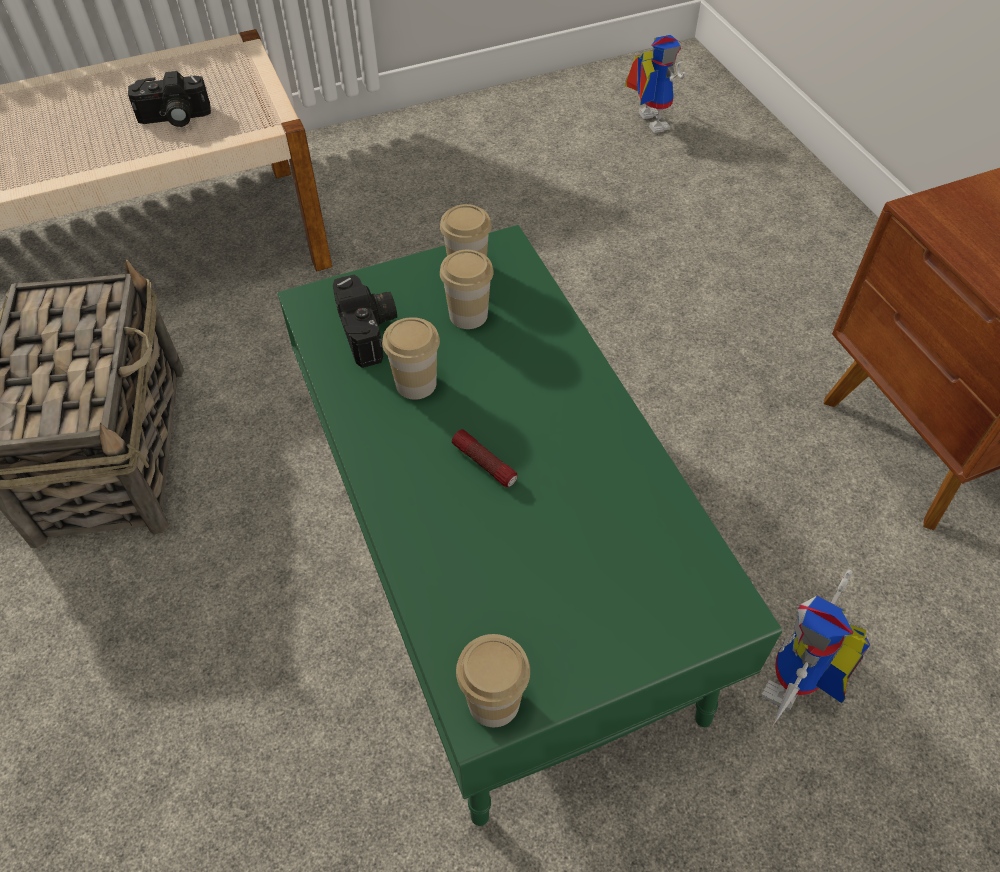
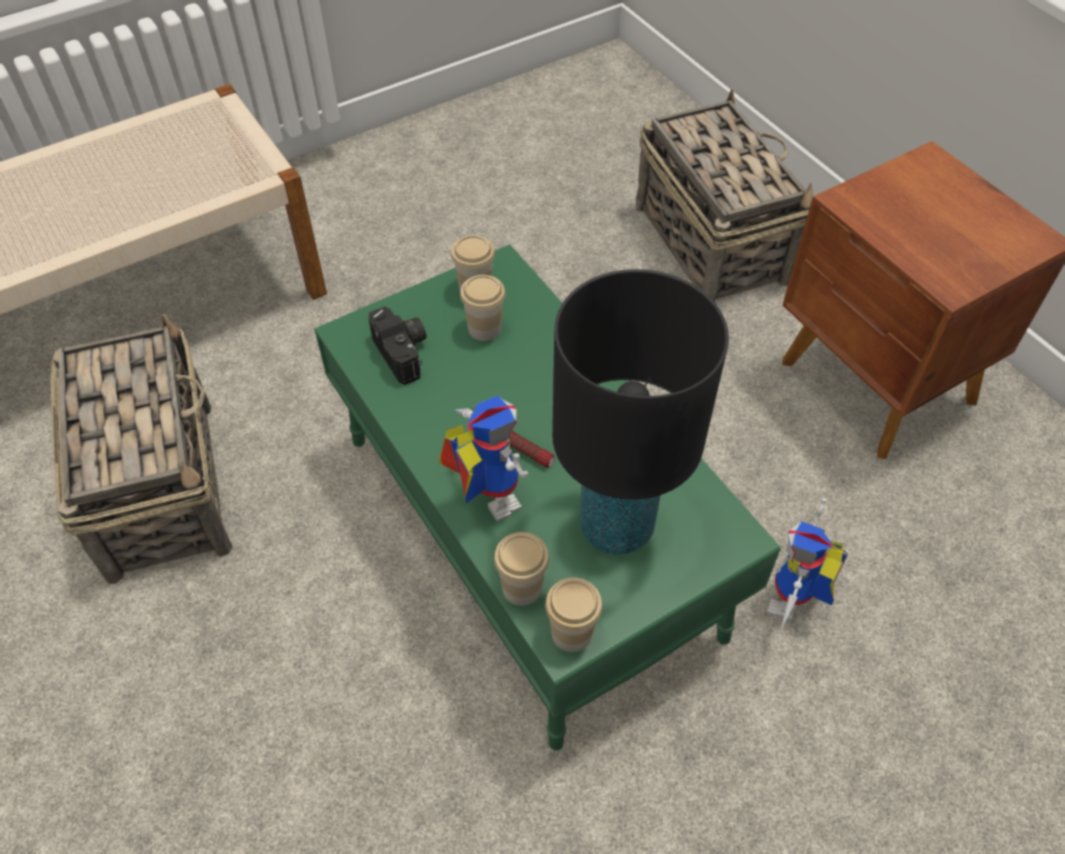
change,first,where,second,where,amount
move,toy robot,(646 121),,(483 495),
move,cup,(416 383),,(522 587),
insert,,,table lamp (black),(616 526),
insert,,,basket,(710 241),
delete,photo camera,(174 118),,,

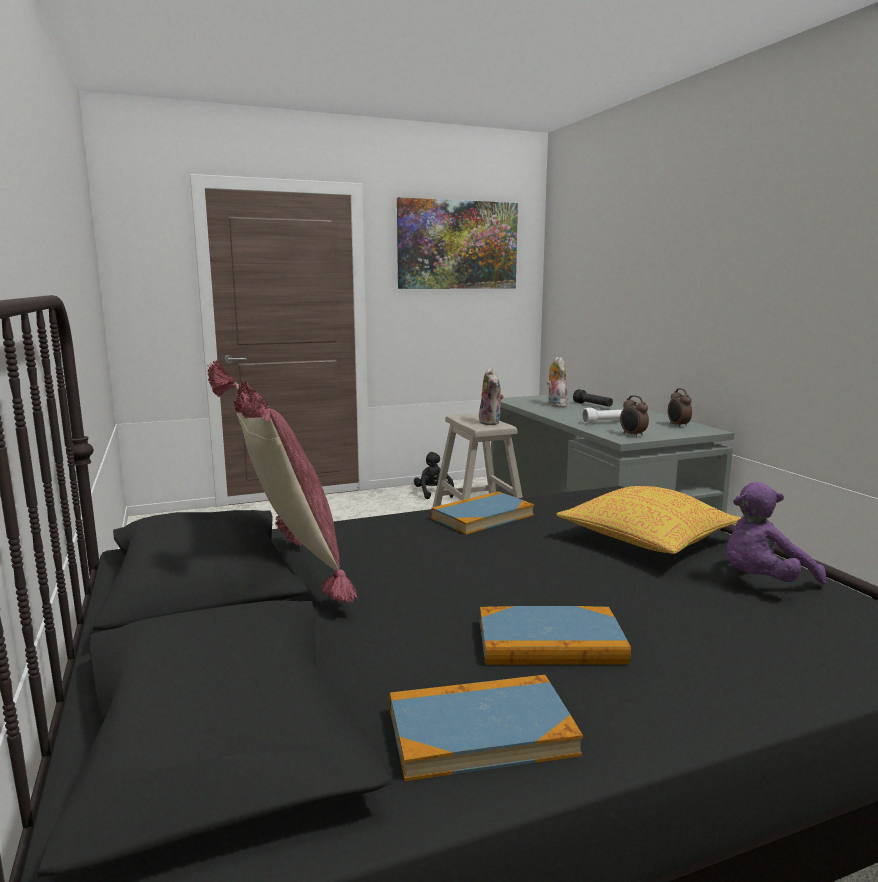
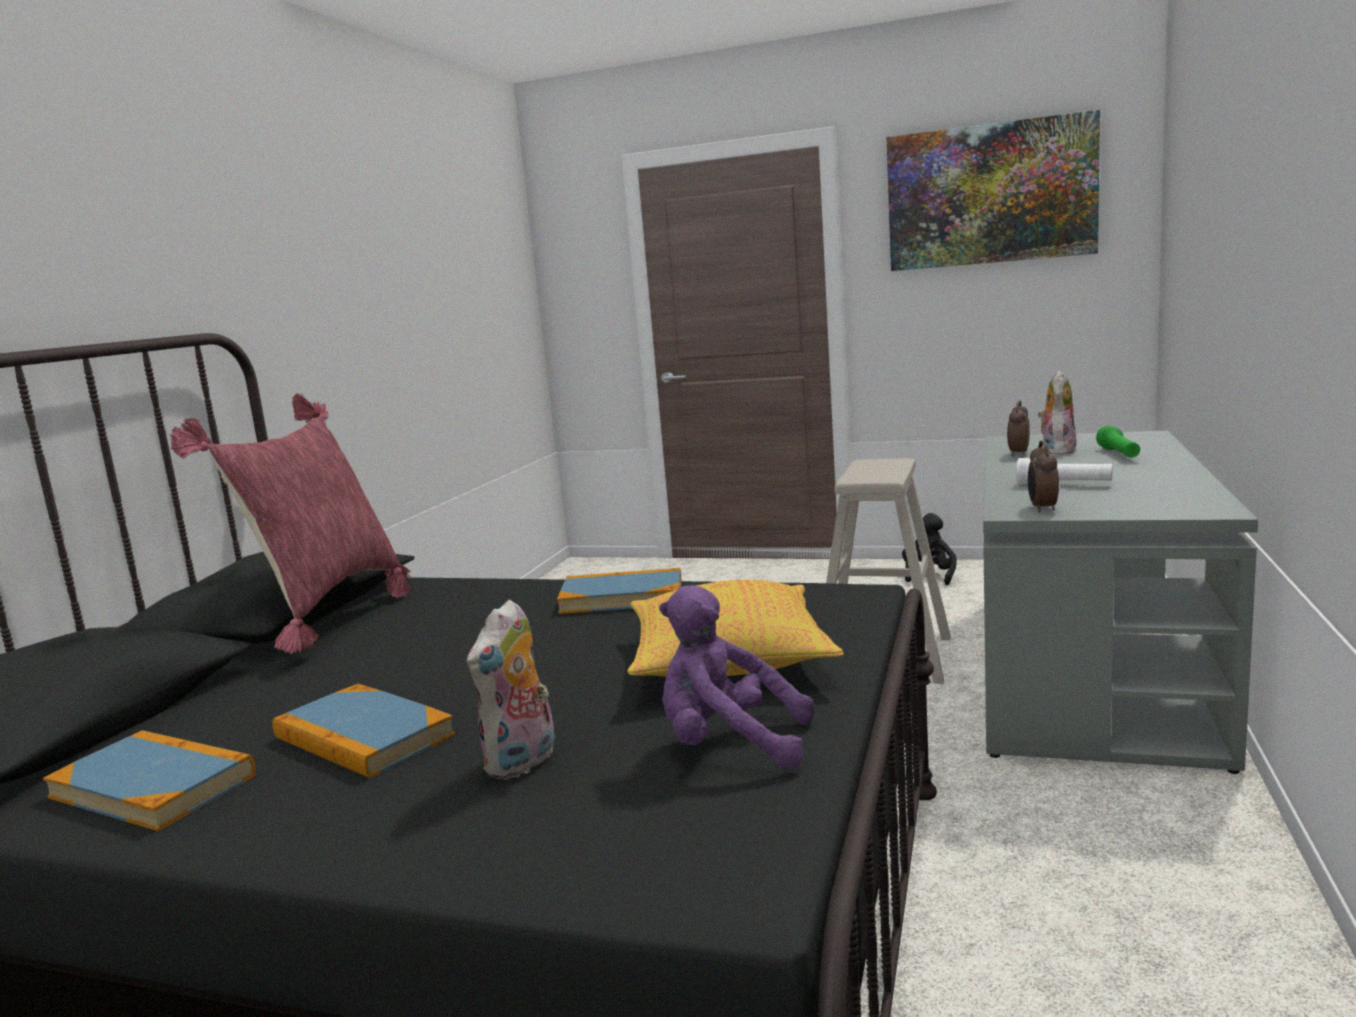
change,first,where,second,where,amount
move,plush toy,(491 422),,(523 763),
move,alarm clock,(677 426),,(1018 454),
recolor,flashlight (black),(593 405),flashlight (green),(1119 454),

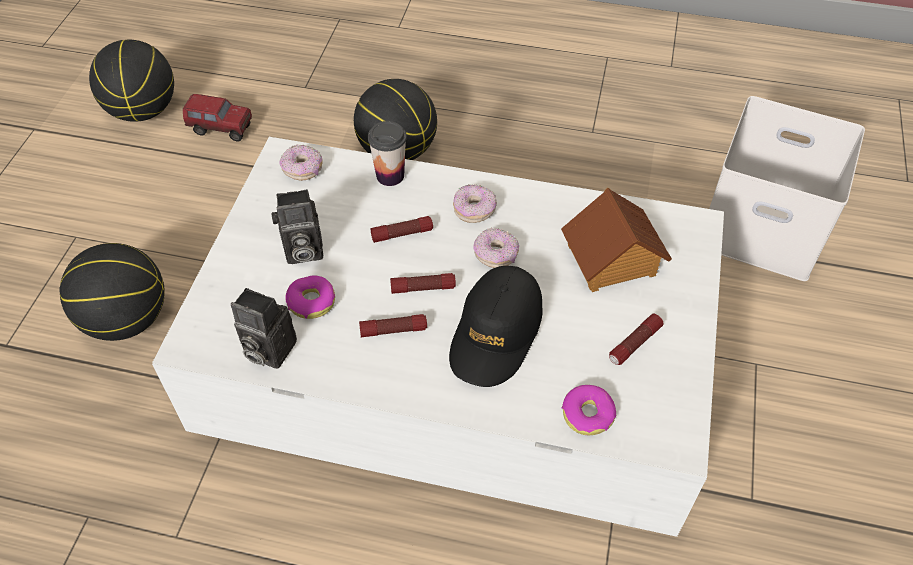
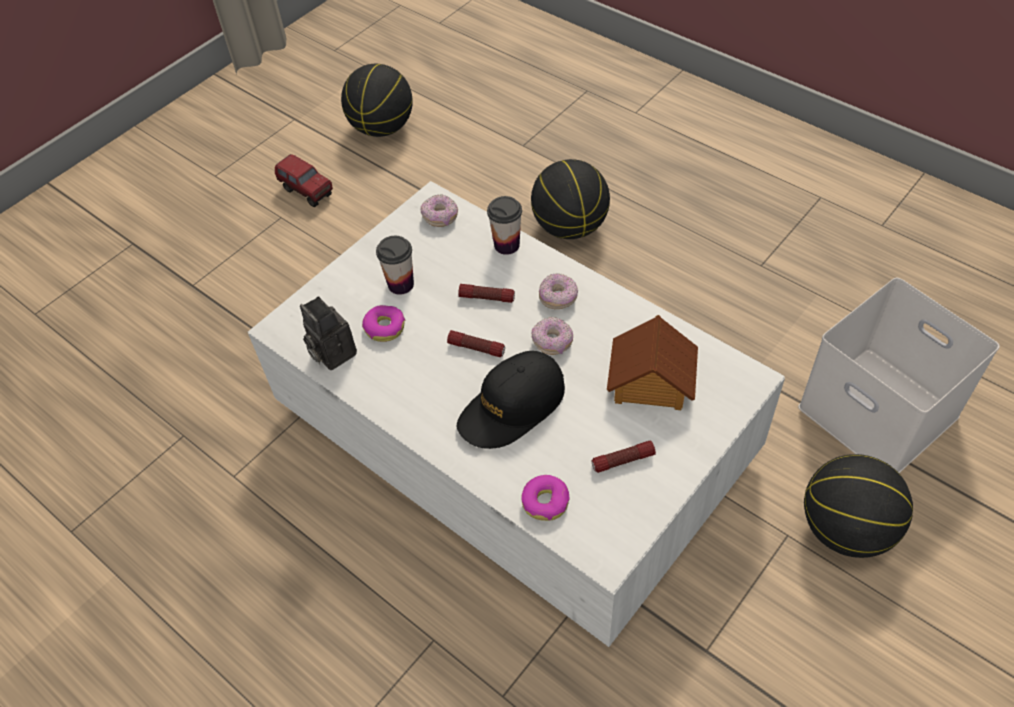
change,first,where,second,where,amount
move,toy truck,(221 129),,(307 192),
replace,photo camera,(301 251),cup,(401 284),
move,basketball,(127 320),,(845 529),
delete,flashlight,(393 330),,,

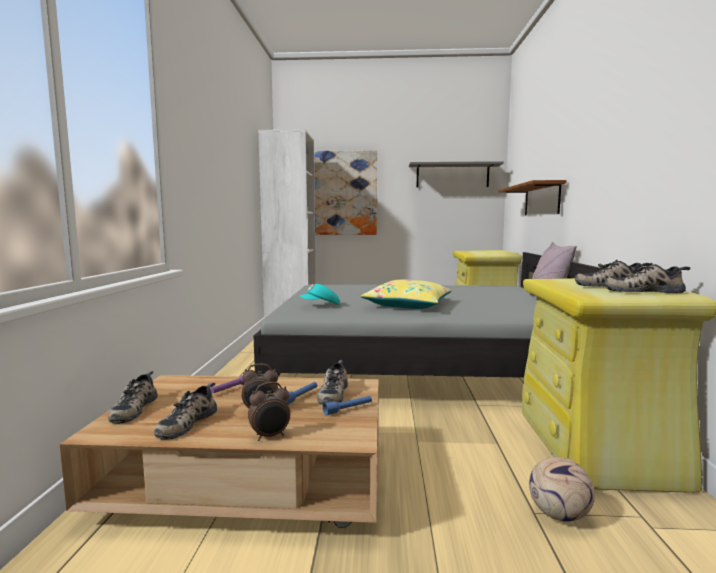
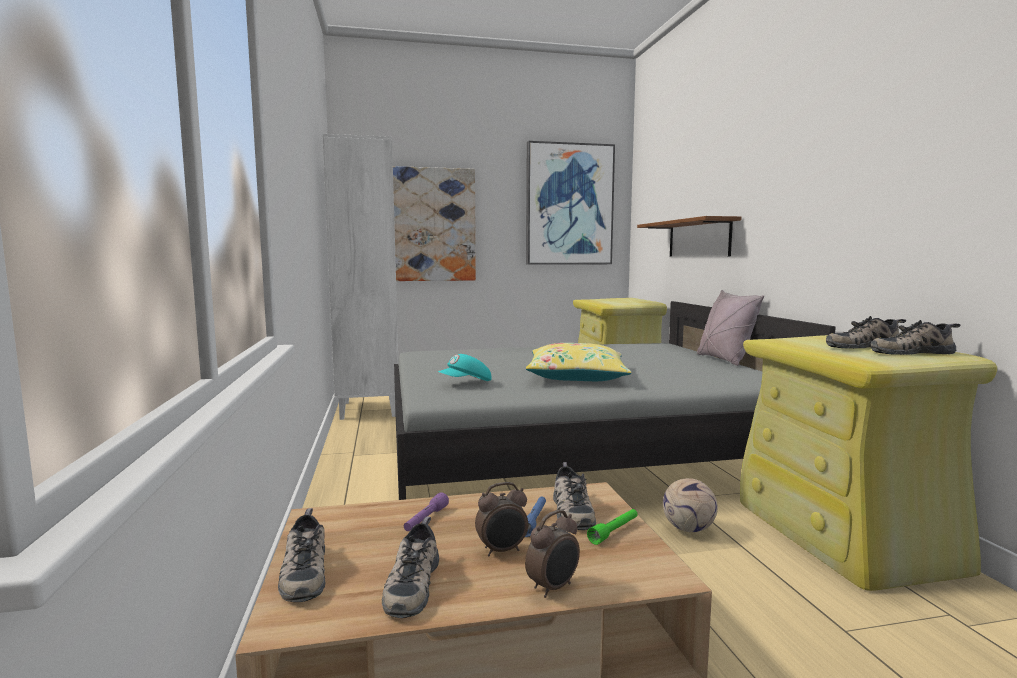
change,first,where,second,where,amount
replace,shelf (grey),(452 176),picture,(569 205),
recolor,flashlight (blue),(348 409),flashlight (green),(614 532),
move,football,(557 514),,(687 529),

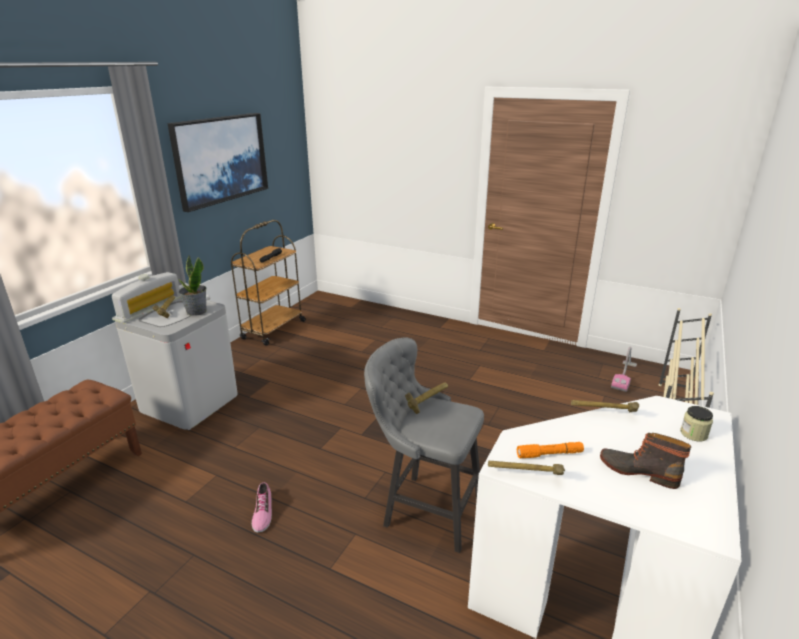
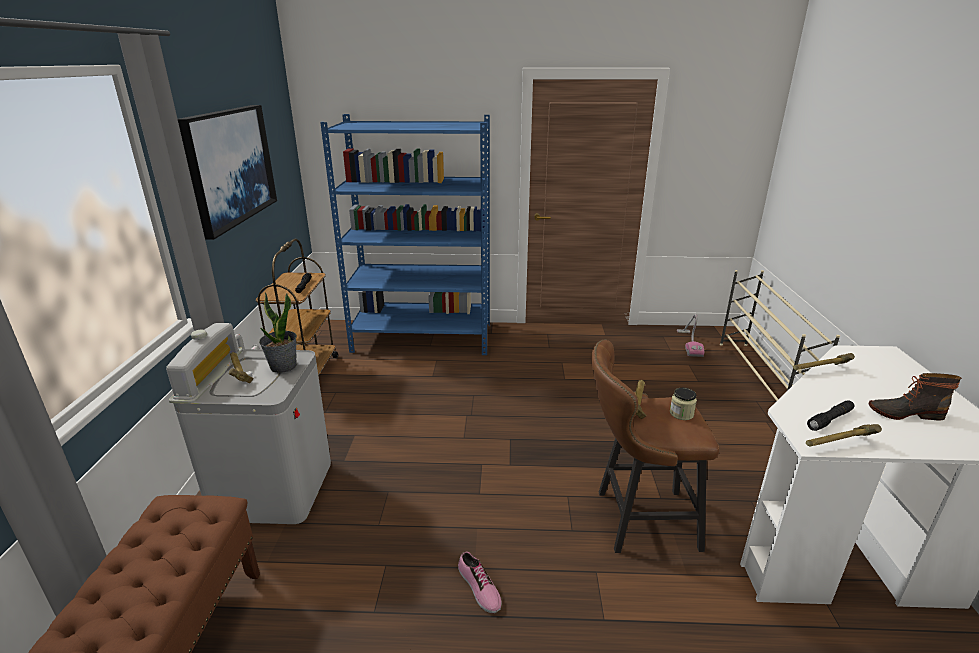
change,first,where,second,where,amount
insert,,,bookcase (blue),(423 337),
recolor,stool (grey),(422 507),stool (brown),(634 520),
move,jar,(693 434),,(681 414),
recolor,flashlight (orange),(549 454),flashlight (black),(830 420),

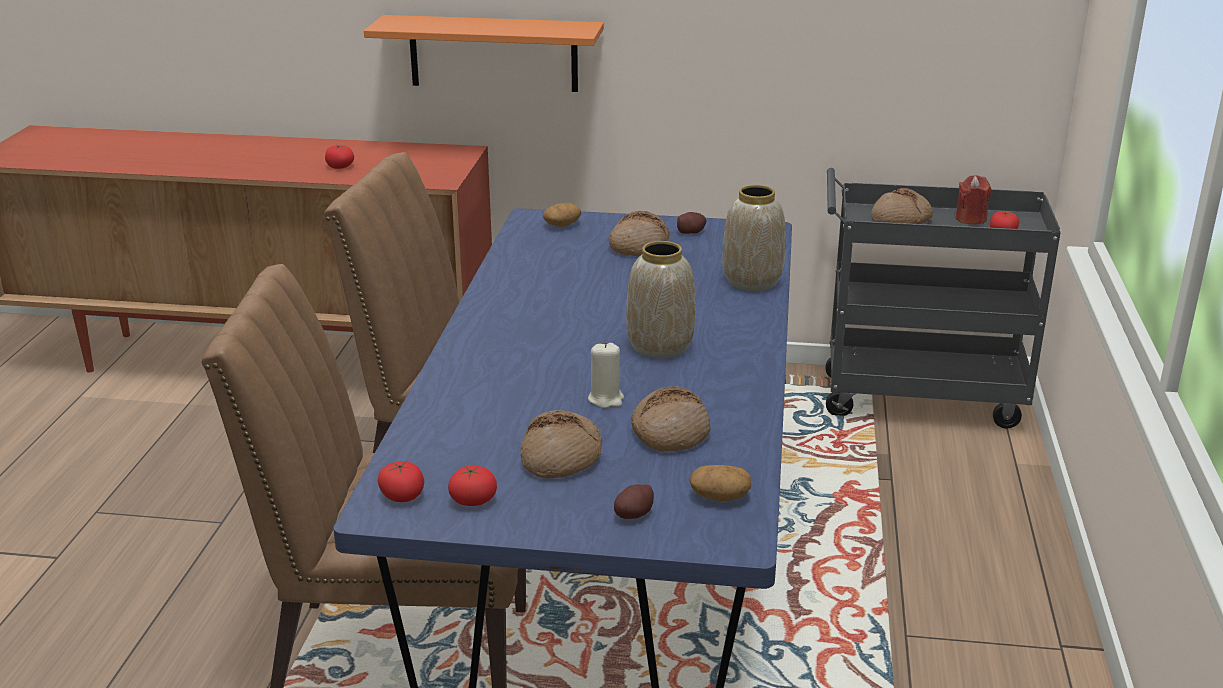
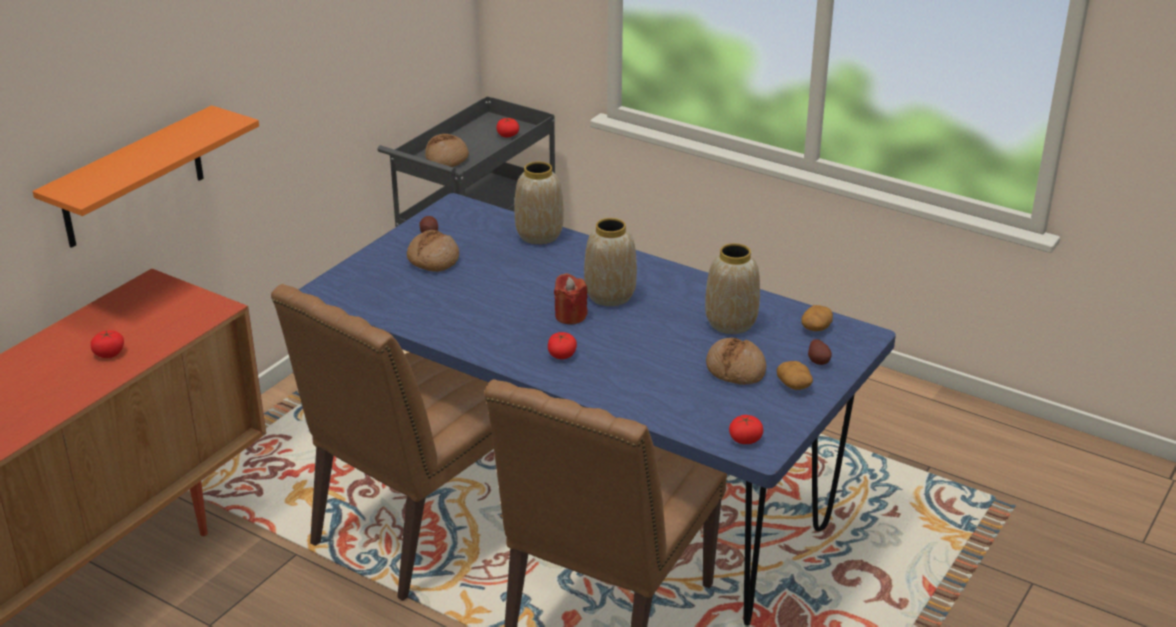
change,first,where,second,where,amount
move,tomato,(473 500),,(562 355),
move,candle (red),(970 219),,(570 316),
replace,bread,(670 432),vase,(730 323),
move,potato,(562 225),,(794 385),
delete,candle (beige),(606 399),,,

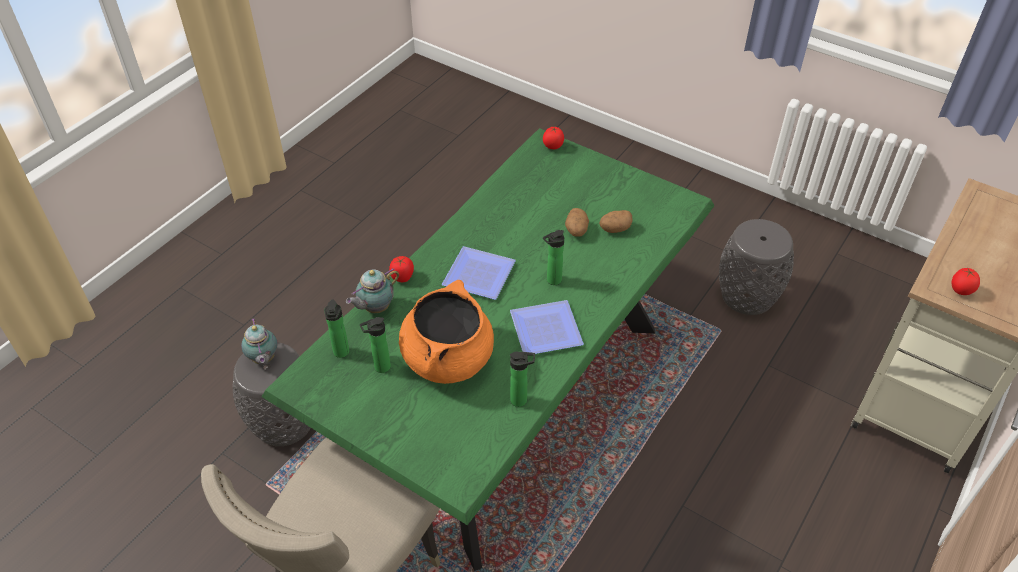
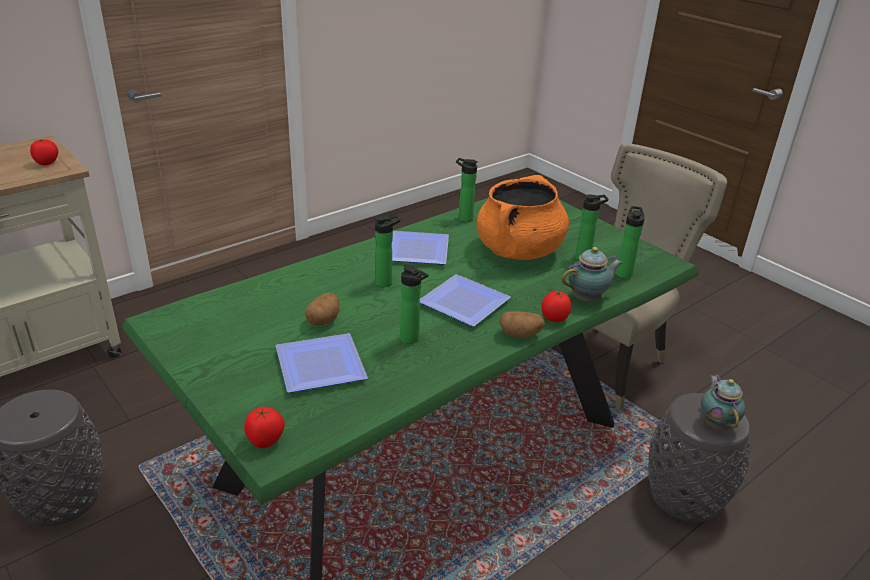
change,first,where,second,where,amount
insert,,,plate,(322 364),
insert,,,bottle,(411 340),
move,potato,(614 229),,(520 335),

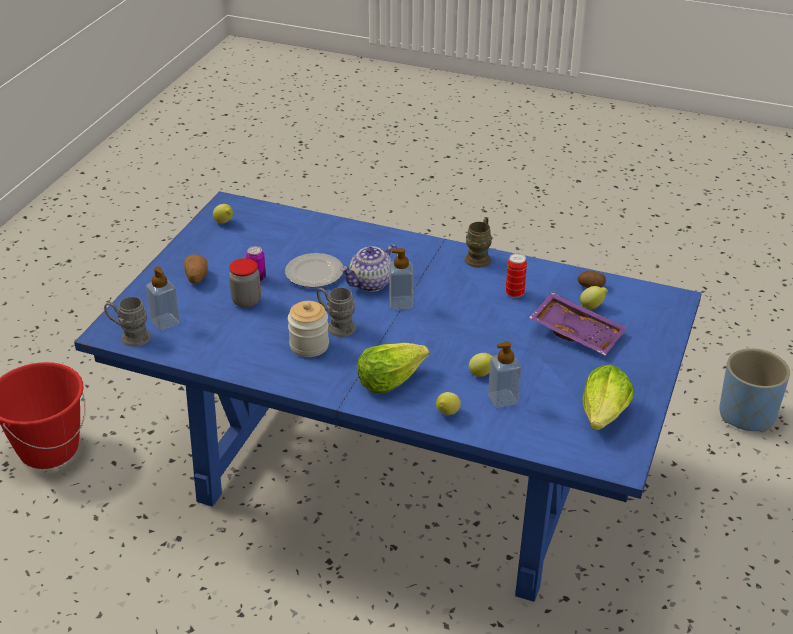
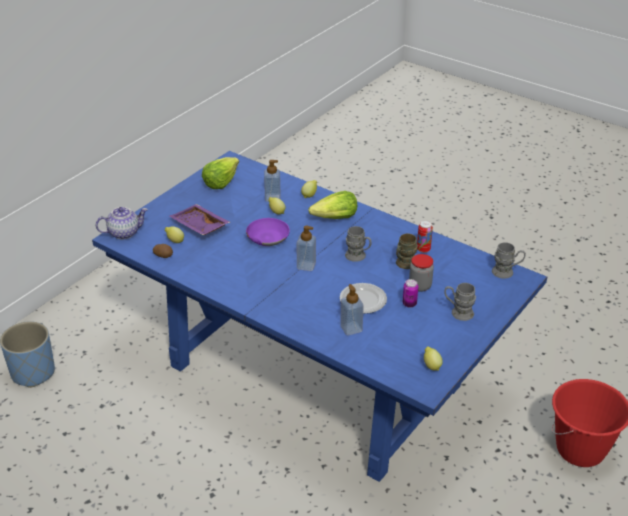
change,first,where,second,where,amount
move,teapot,(371 283),,(124 233),
insert,,,bowl (purple),(267 238),
move,soap dispenser,(165 322),,(351 328),
move,mug (brown),(479 257),,(403 264),
move,can,(514 293),,(423 249),
replace,potato,(196 278),mug (grey),(458 312),
delete,jar,(309 345),,,

